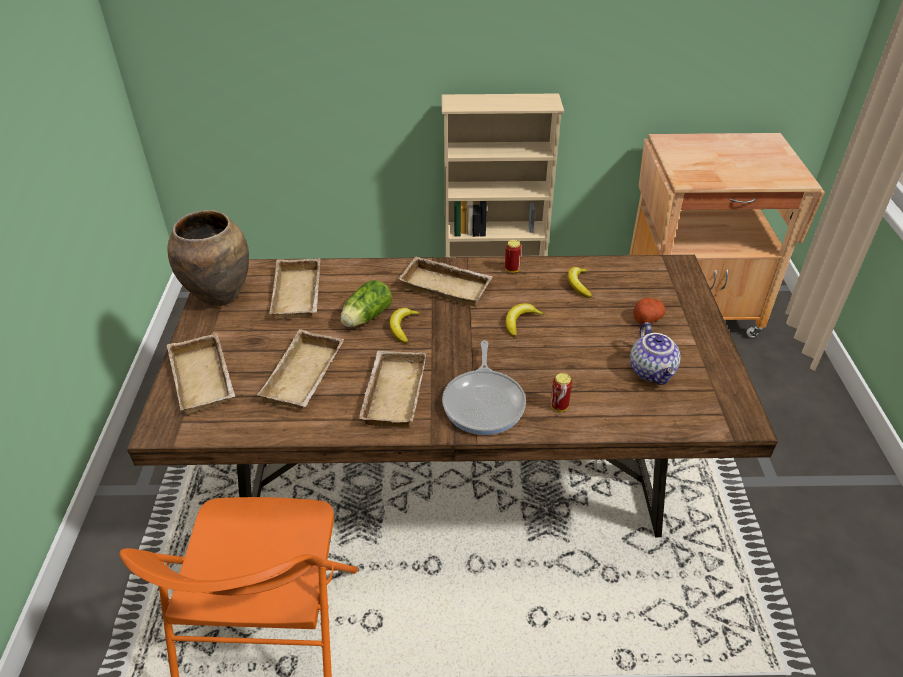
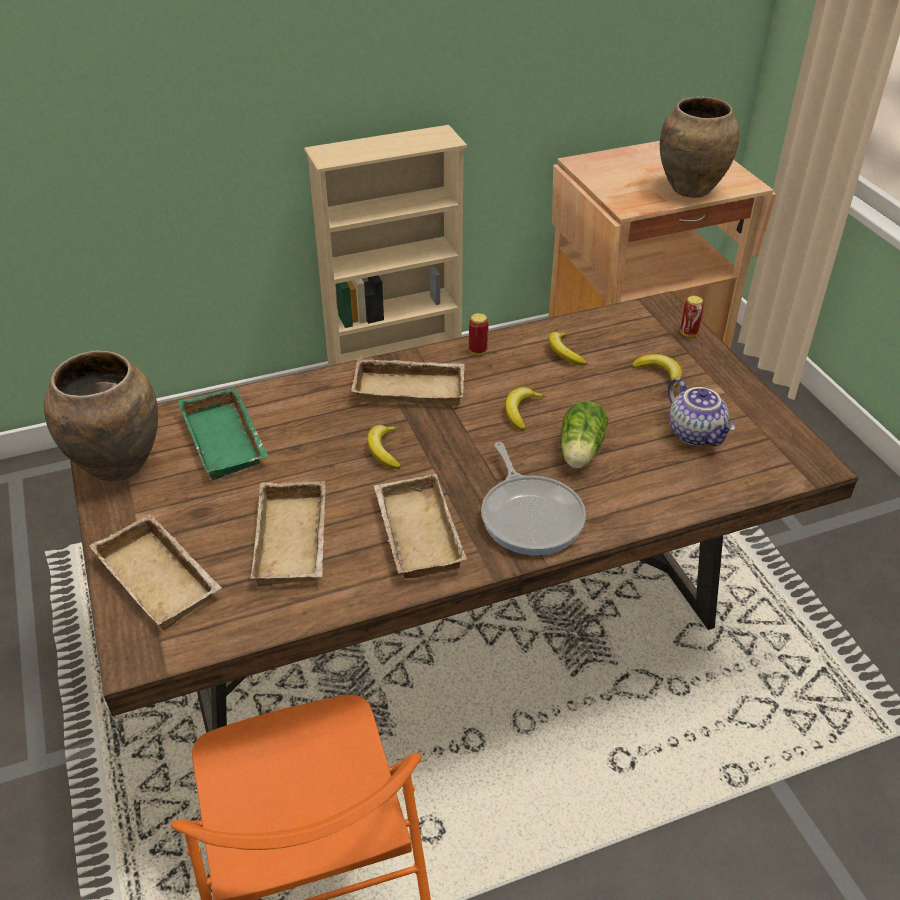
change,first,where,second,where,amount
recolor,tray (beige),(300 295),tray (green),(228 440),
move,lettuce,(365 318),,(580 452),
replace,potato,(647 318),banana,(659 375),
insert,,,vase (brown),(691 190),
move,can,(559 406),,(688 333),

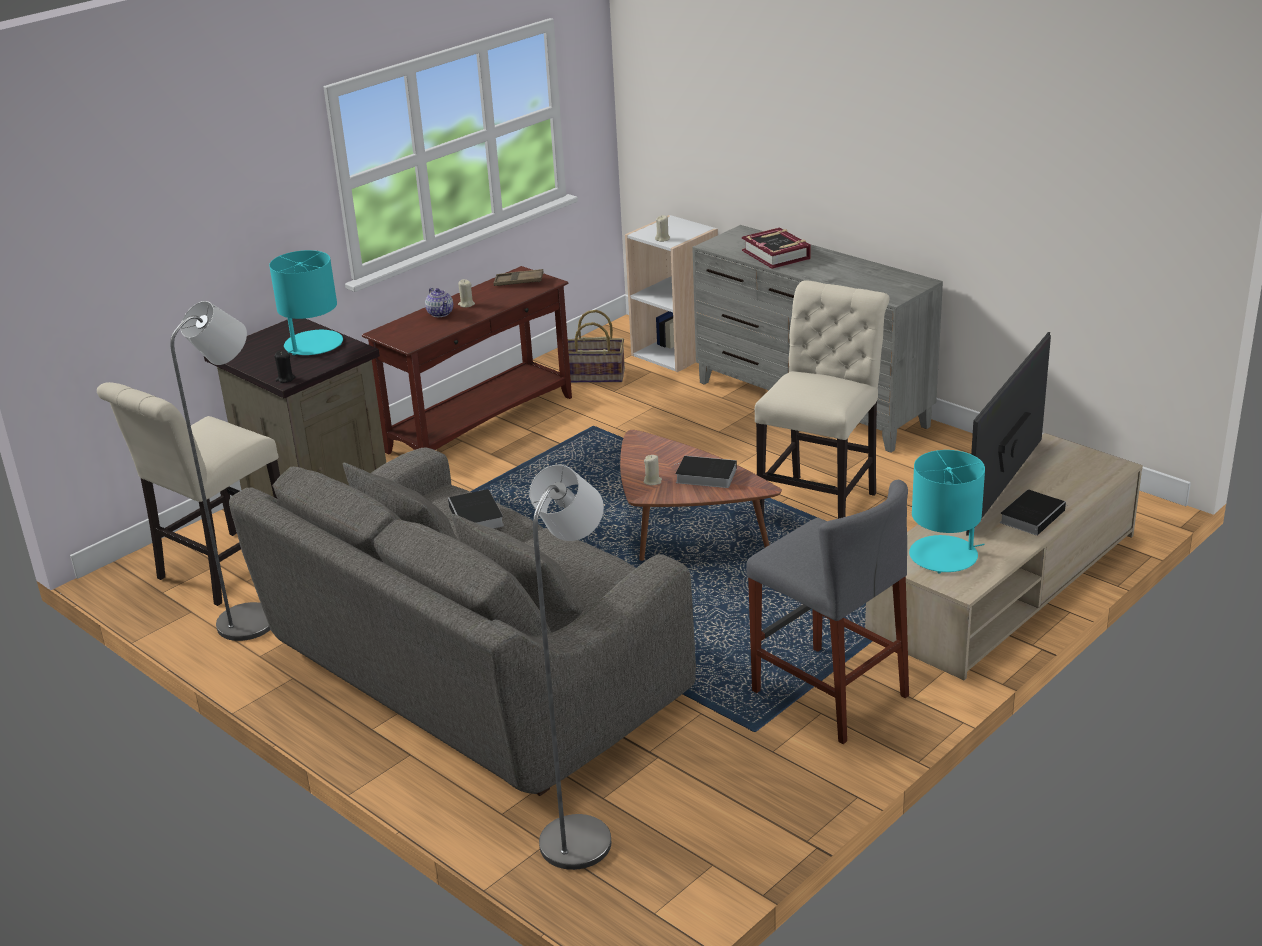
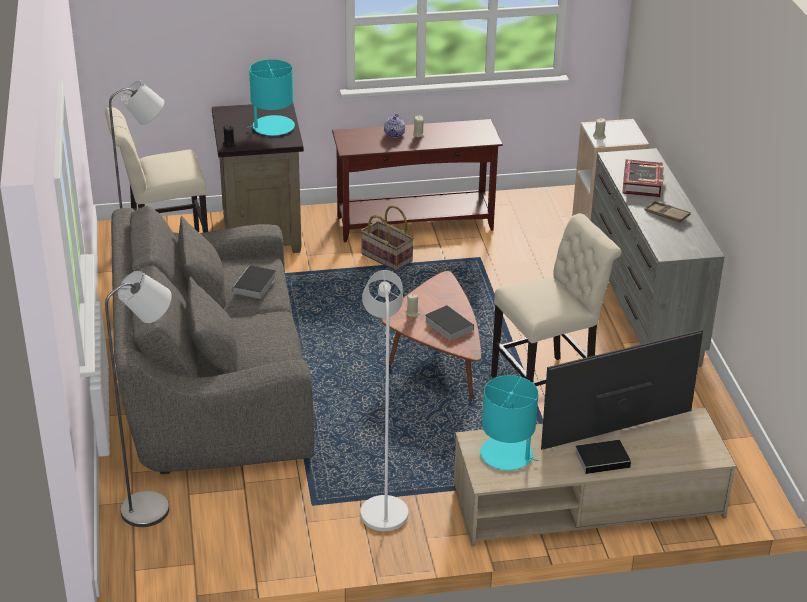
change,first,where,second,where,amount
replace,stool (grey),(829 693),floor lamp (white),(383 507),
move,basket,(595 376),,(386 258),
move,tray (brown),(519 281),,(666 214),

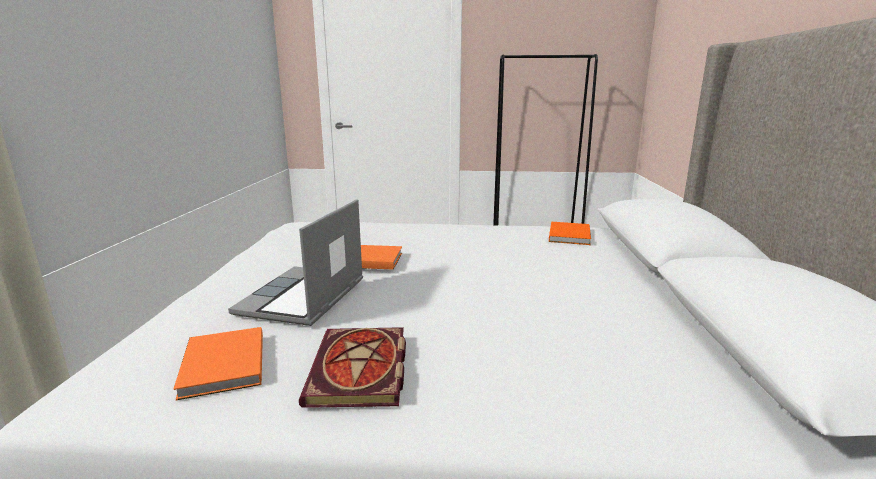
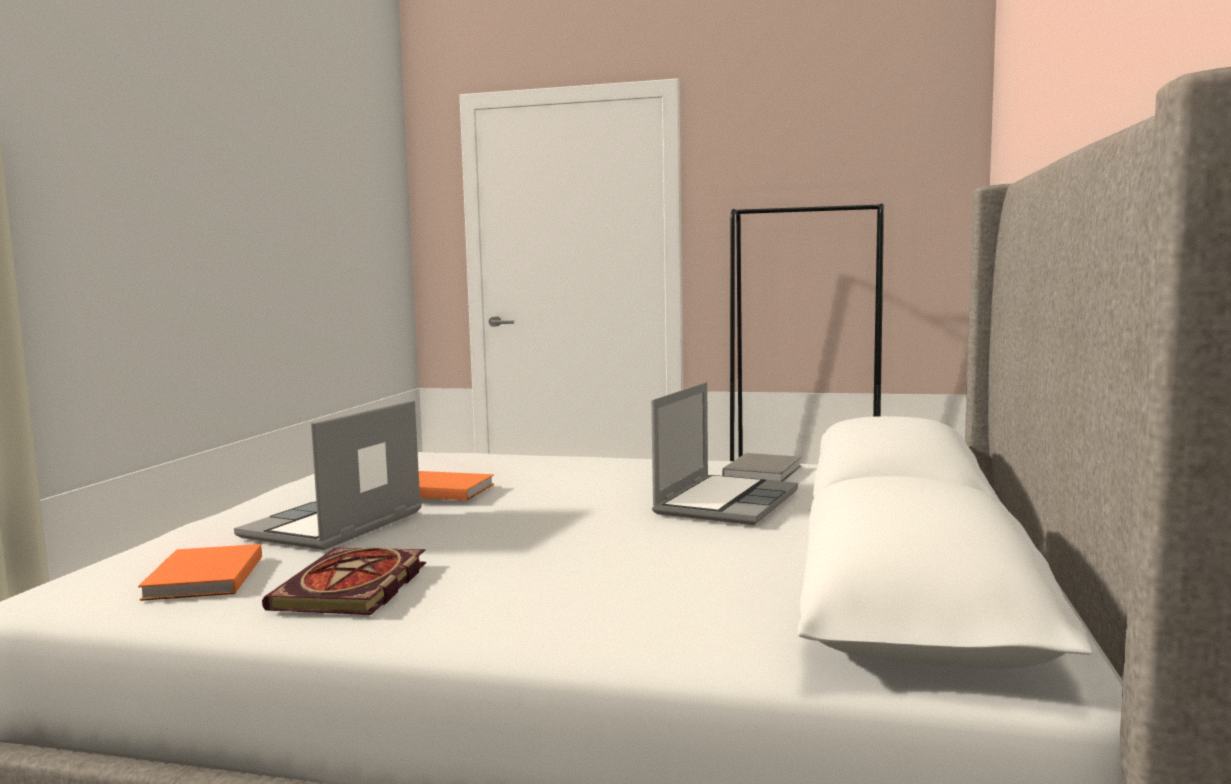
change,first,where,second,where,amount
insert,,,laptop,(725 502),
recolor,book (orange),(570 235),book (grey),(764 471),

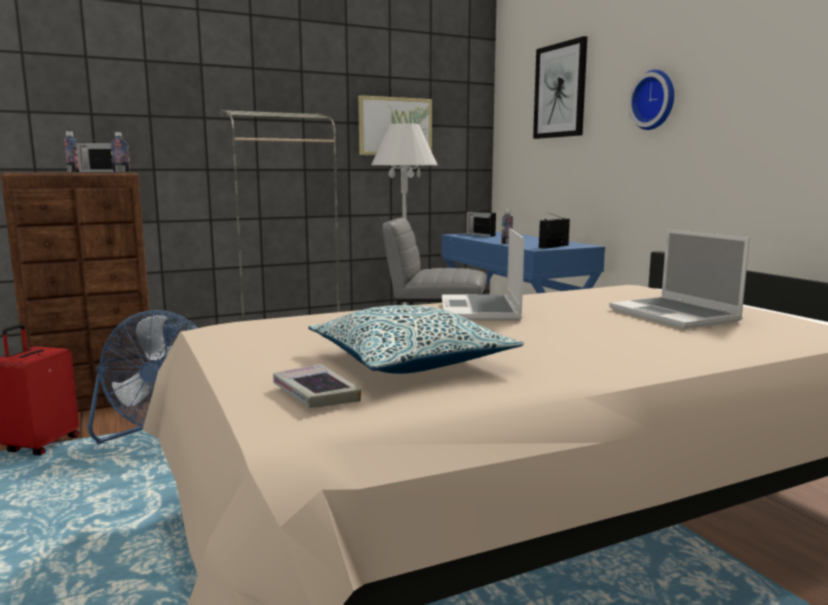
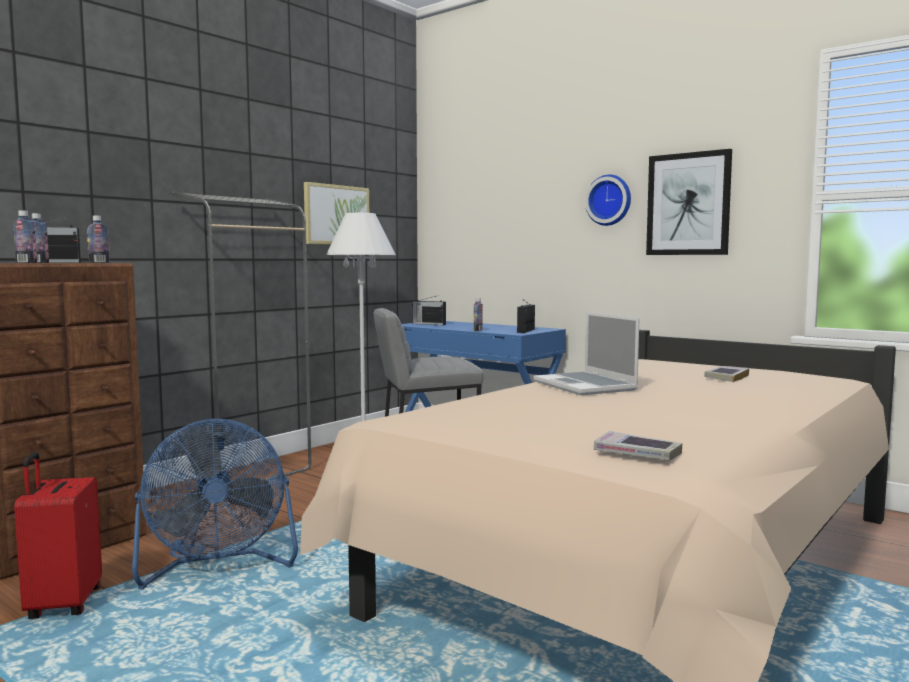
change,first,where,second,where,amount
insert,,,bottle,(26 263),
move,picture,(560 90),,(688 204),
replace,laptop,(675 315),book,(726 377),
delete,pillow,(410 361),,,

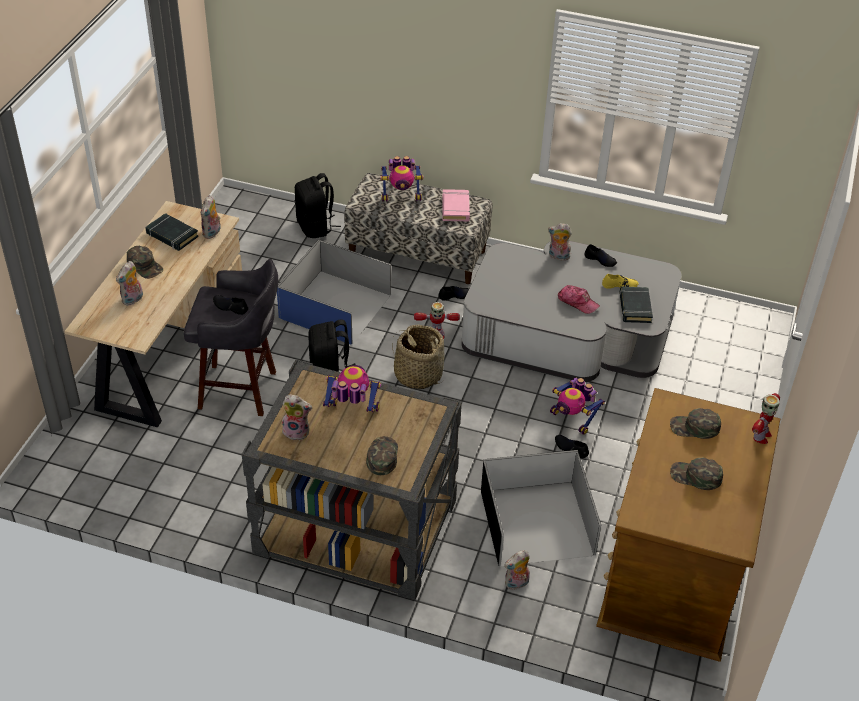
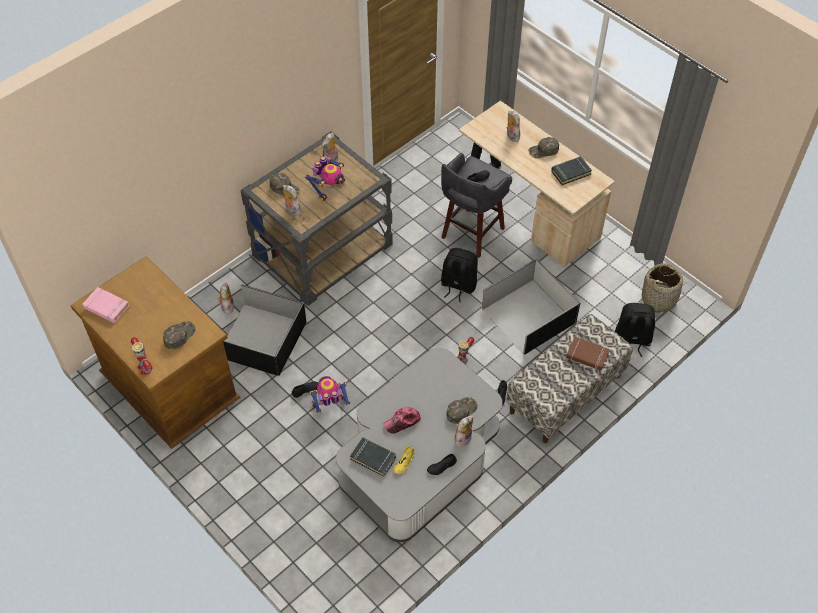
change,first,where,second,where,amount
move,book (pink),(455 208),,(106 307),
move,plush toy,(212 233),,(292 210),
move,cap (green),(695 477),,(461 410),
recolor,storage box (blue),(334 307),storage box (black),(527 315),
replace,toy robot,(401 196),book (brown),(587 355),
move,basket,(418 374),,(659 299),

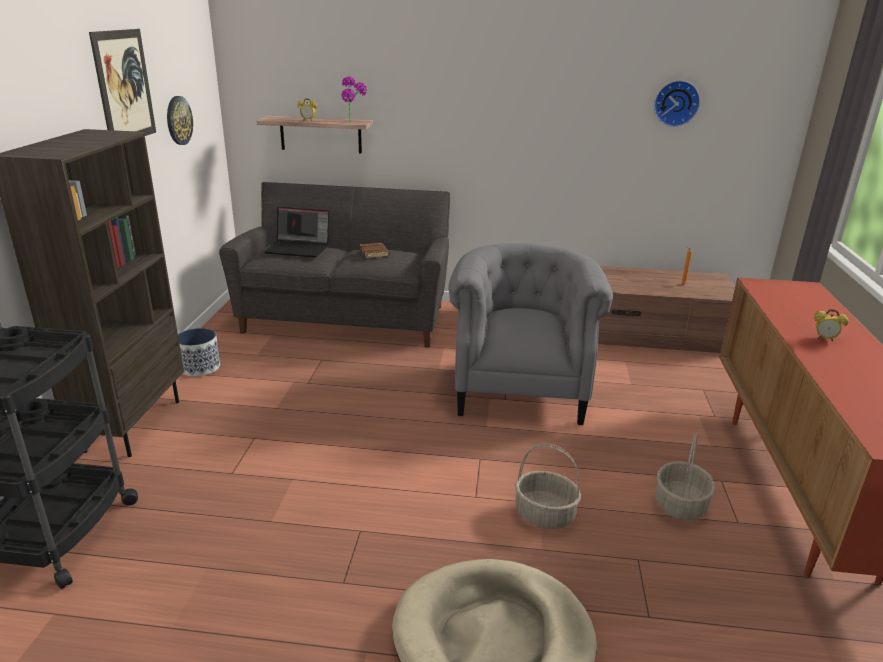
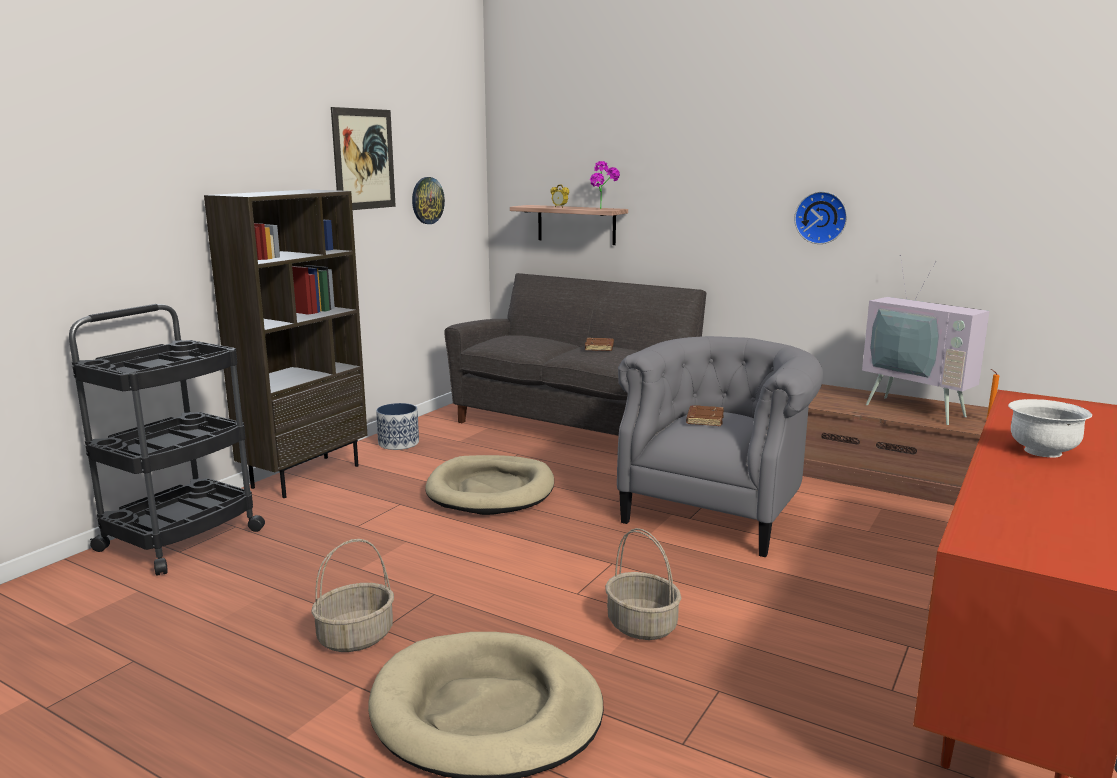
change,first,where,second,where,amount
move,basket,(680 505),,(355 638),
insert,,,dog bed (beige),(491 490),
insert,,,book (brown),(704 419),
move,wall clock,(676 103),,(821 217),
insert,,,television,(919 409),
replace,alarm clock,(824 339),bowl (white),(1042 451),
delete,laptop,(299 248),,,

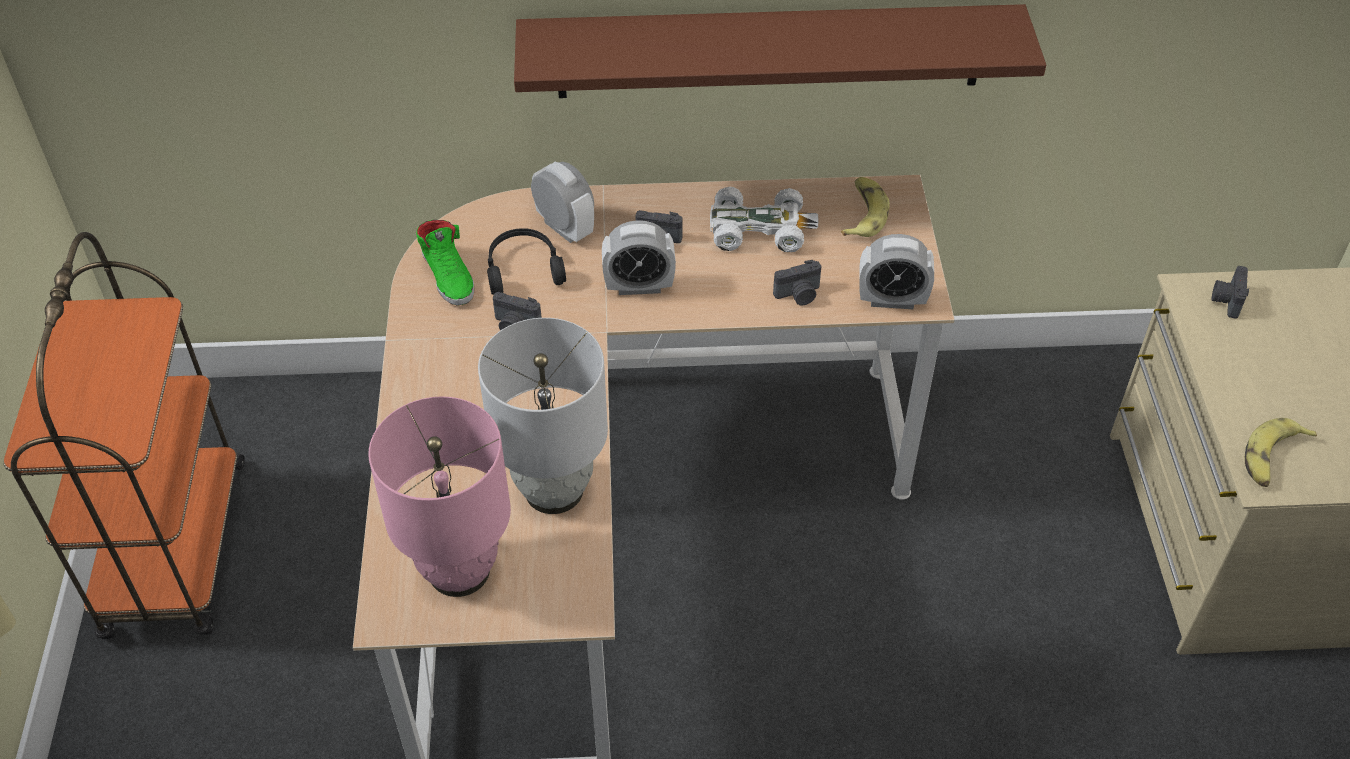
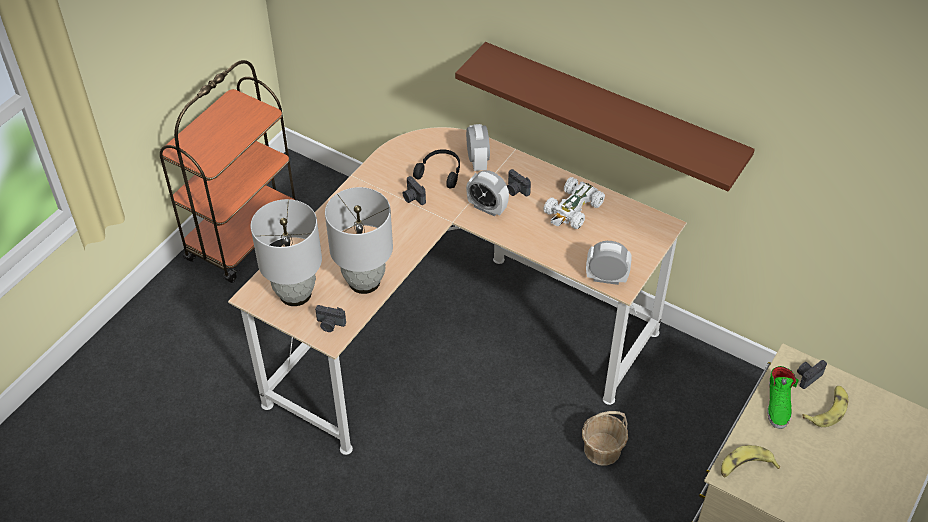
change,first,where,second,where,amount
recolor,table lamp (pink),(459 570),table lamp (white),(295 293),
move,photo camera,(799 295),,(330 324),
rotate,toy car (white),(760 229),,(573 209),90 degrees clockwise
insert,,,basket,(602 449),
rotate,alarm clock,(892 300),,(606 278),150 degrees clockwise
move,shoe (green),(449 275),,(778 404),
move,banana,(863 214),,(827 409),

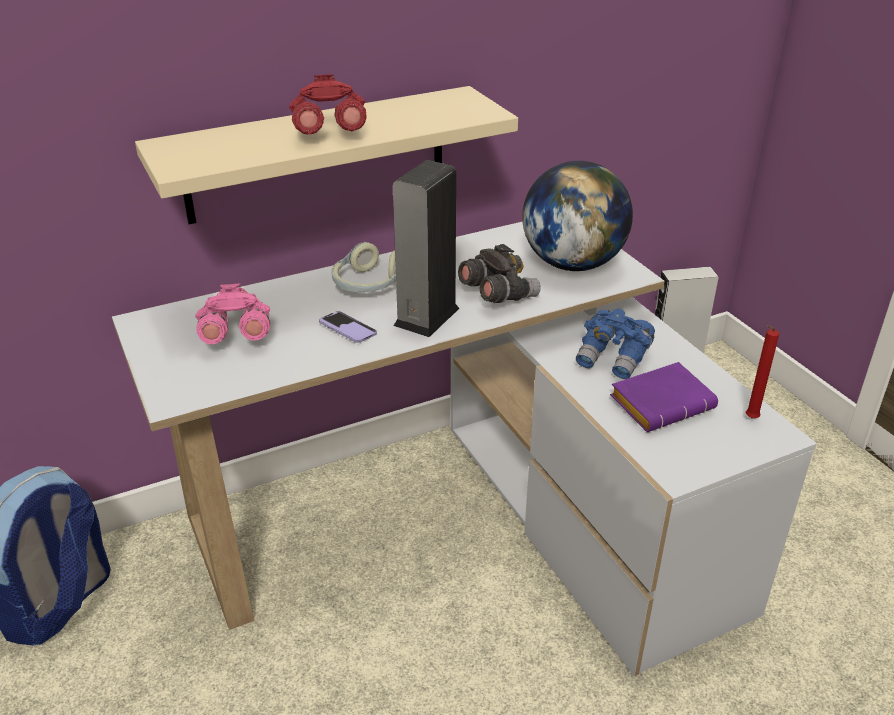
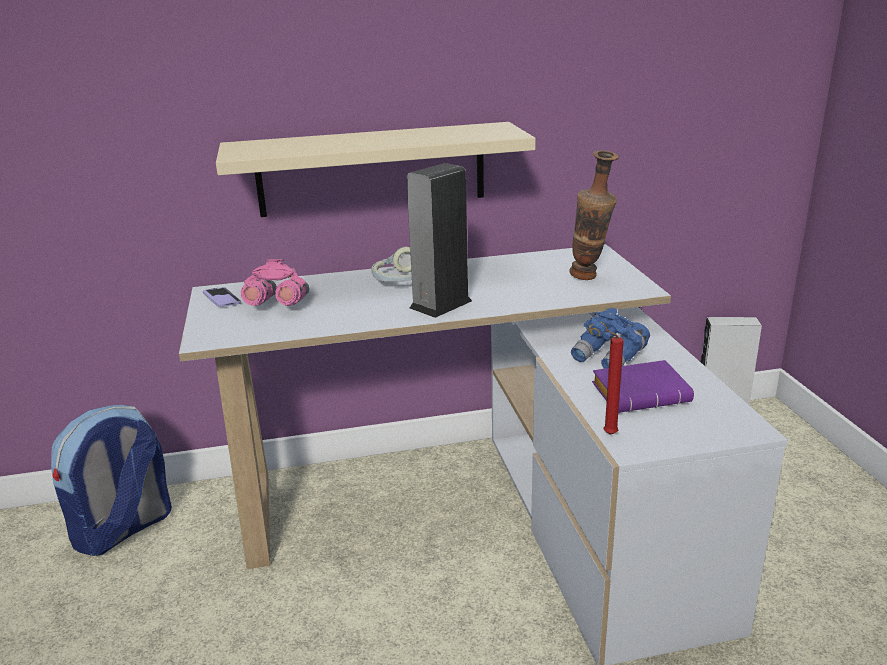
change,first,where,second,where,amount
move,phone,(347 328),,(221 298),
replace,globe,(572 264),vase,(589 278),
move,candle (red),(749 419),,(608 435),
delete,binoculars (red),(328 134),,,
delete,binoculars (grey),(497 295),,,

